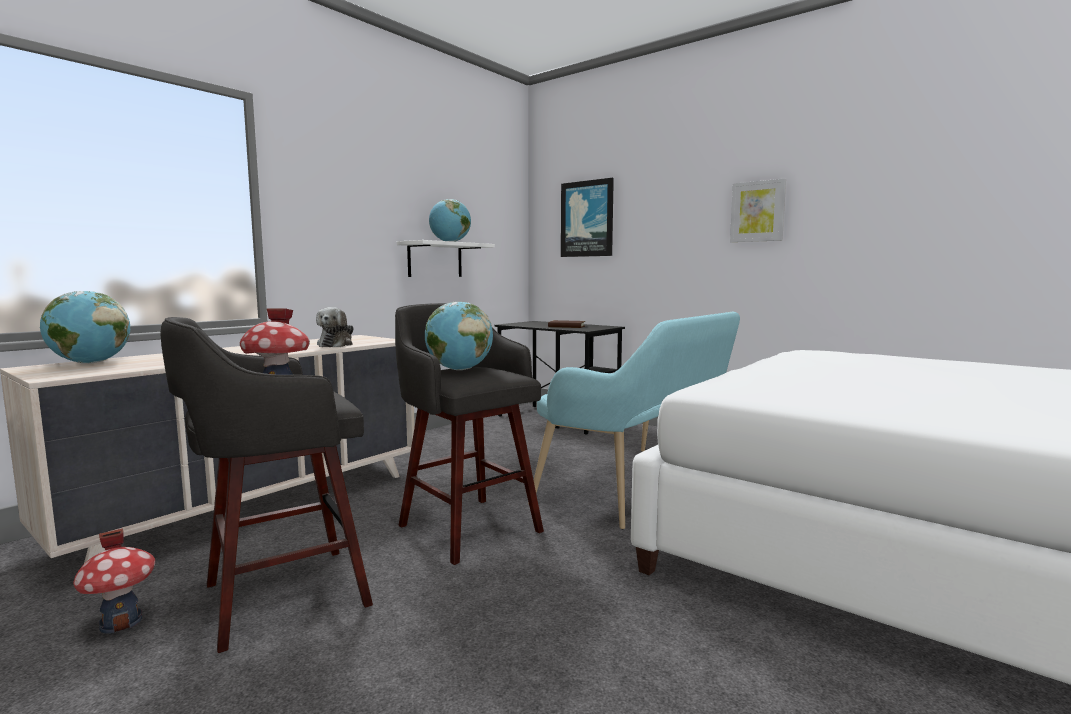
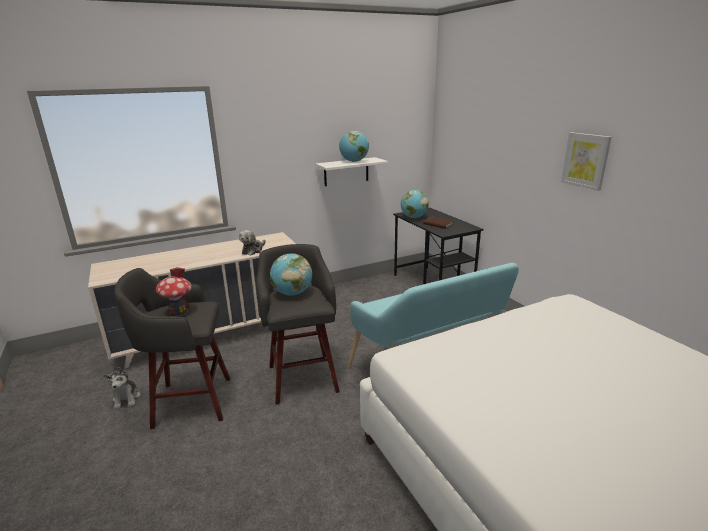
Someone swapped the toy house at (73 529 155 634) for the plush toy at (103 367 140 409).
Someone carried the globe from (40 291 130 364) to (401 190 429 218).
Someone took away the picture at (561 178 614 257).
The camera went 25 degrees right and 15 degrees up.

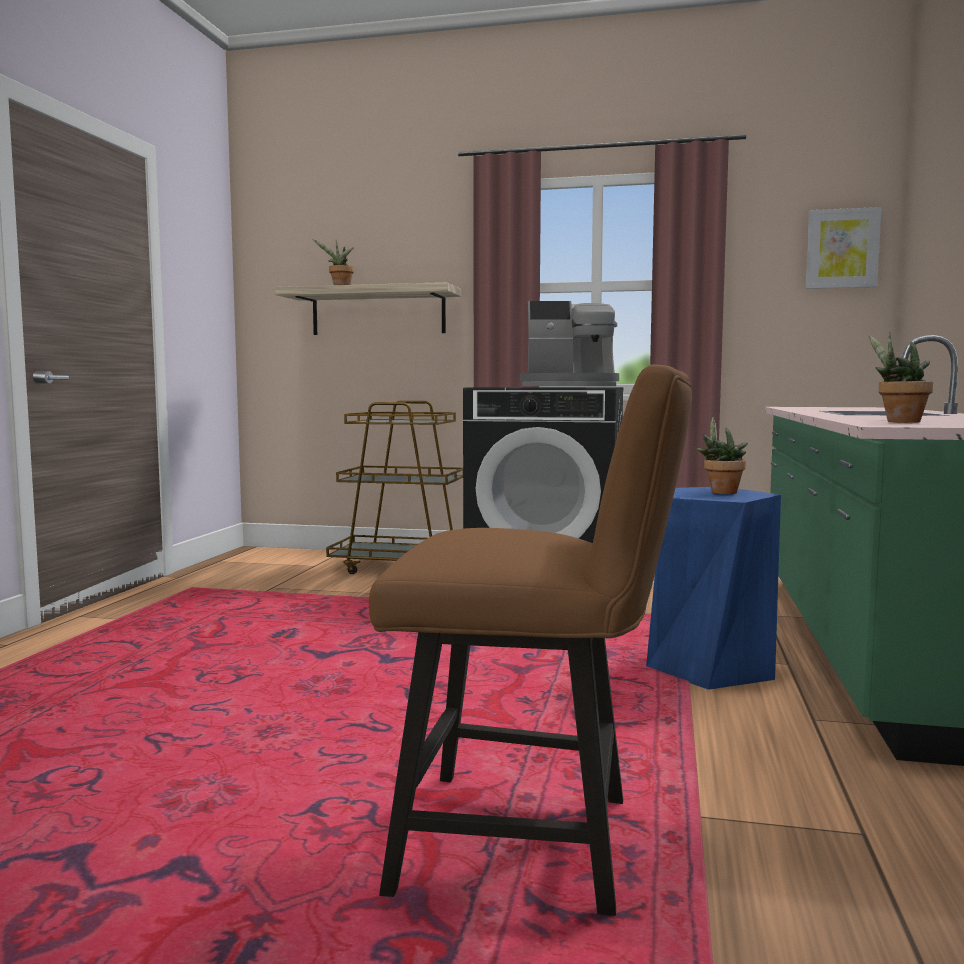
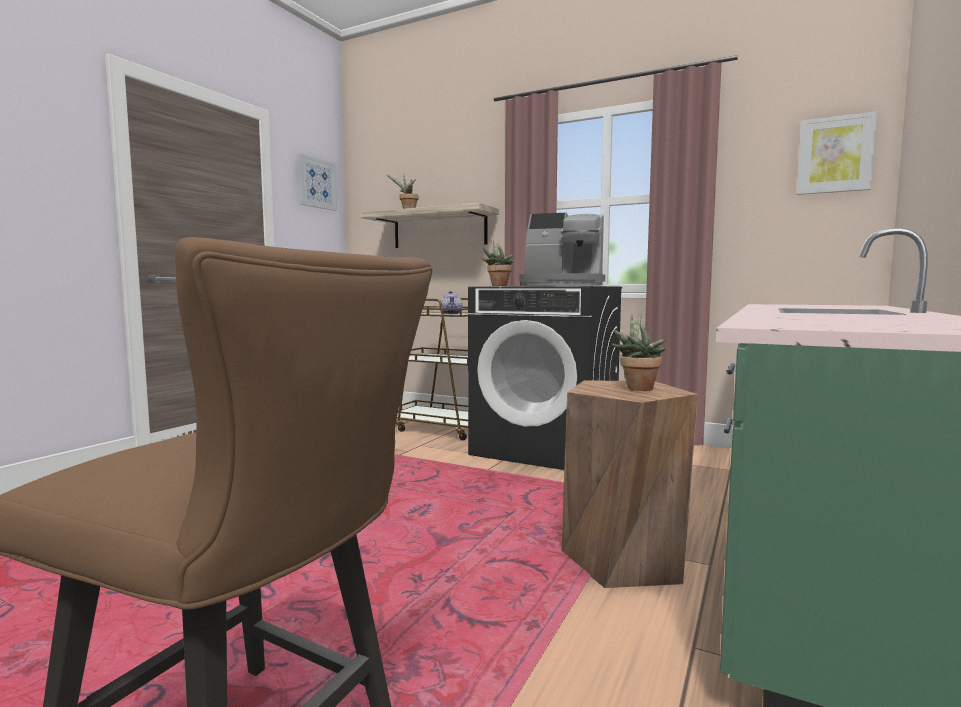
Someone put up the picture at (298 154 337 211).
Someone put down the teapot at (439 291 463 314).
Someone carried the potted plant from (869 332 933 423) to (482 241 514 286).
Someone repainted the stool (blue) at (646 487 781 690), which became the stool (brown) at (561 380 698 588).
The camera went 15 degrees right and 0 degrees up.

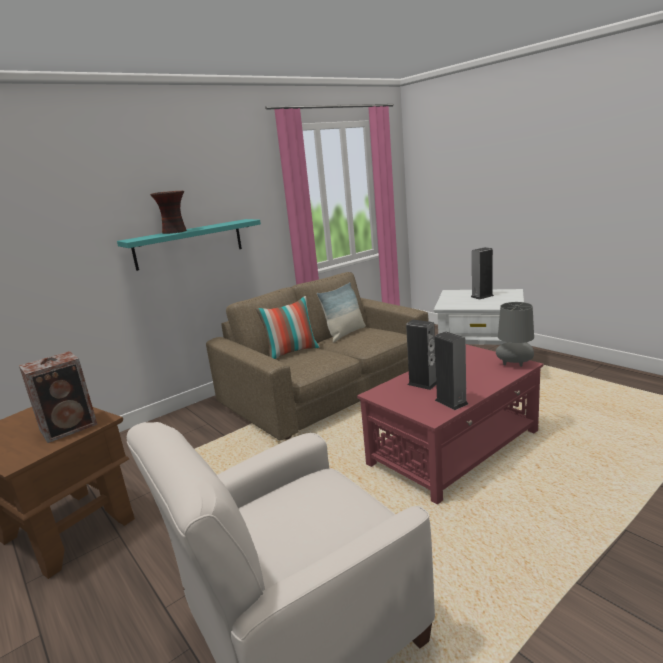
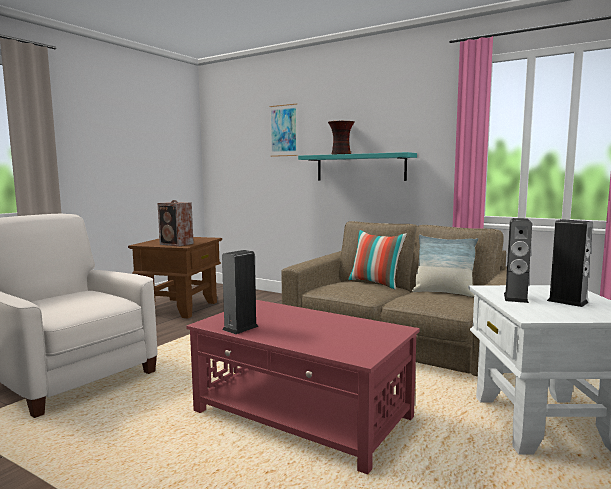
Someone put up the picture at (270 103 298 157).
Someone carried the speaker from (406 320 436 390) to (504 218 532 303).
Someone took away the table lamp (grey) at (496 302 534 367).
The camera went 70 degrees right and 10 degrees down.

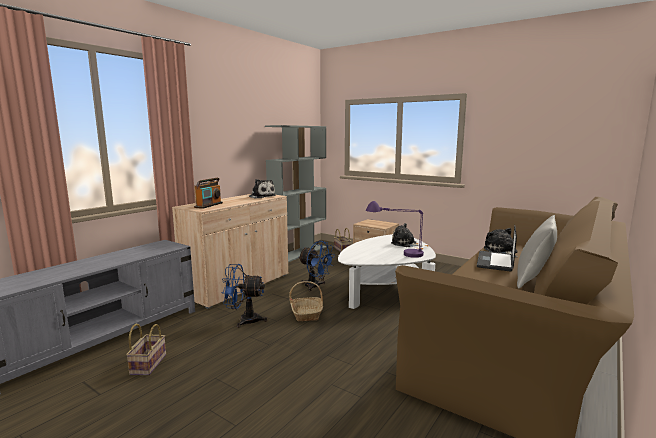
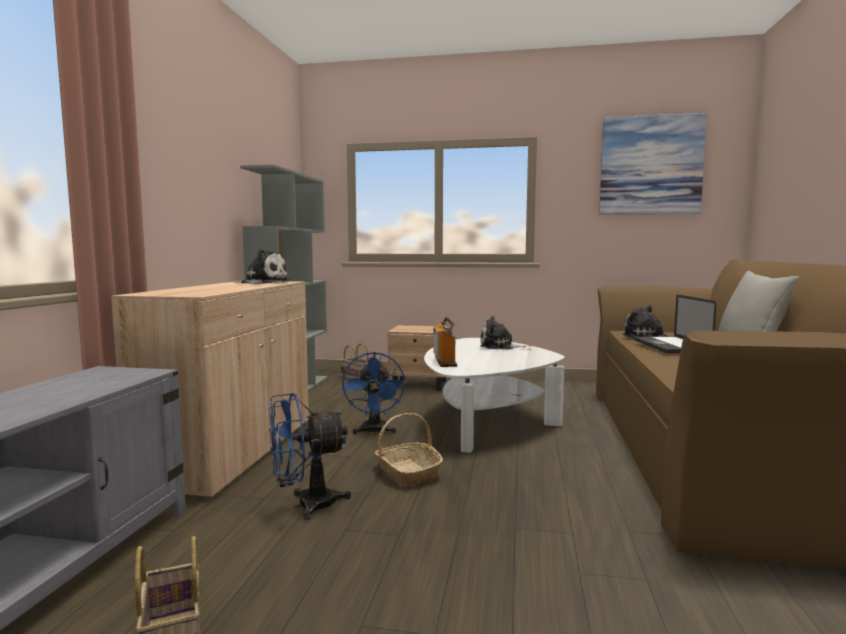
Someone rotated the fan (blue) at (298 241 335 291) by 75 degrees clockwise.
Someone carried the radio from (194 177 223 209) to (433 317 457 367).
Someone put up the picture at (599 113 707 215).
Someone took away the table lamp (purple) at (366 201 424 258).
The camera went 25 degrees left and 5 degrees down.

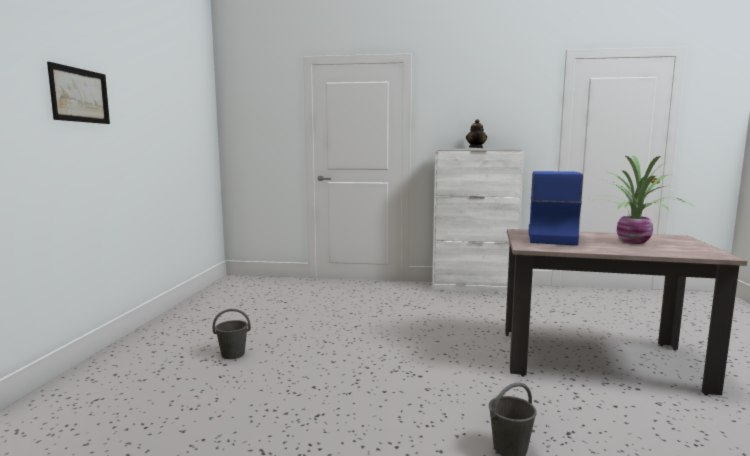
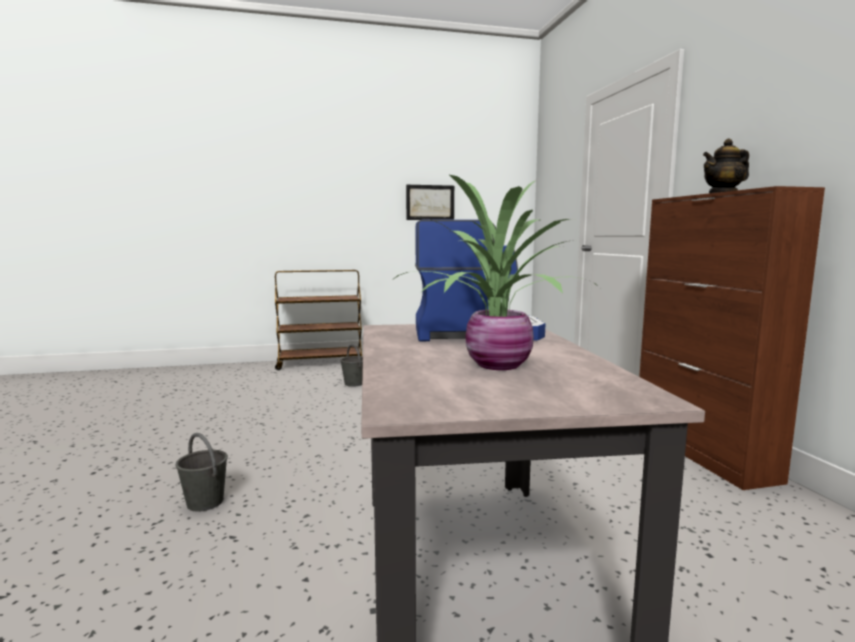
Someone put down the cart (brown) at (275 270 362 370).
Someone carried the picture from (47 62 110 124) to (406 185 454 220).
Someone repainted the cabinet (white) at (432 148 524 293), which became the cabinet (brown) at (639 186 825 490).
The camera went 70 degrees right and 0 degrees up.

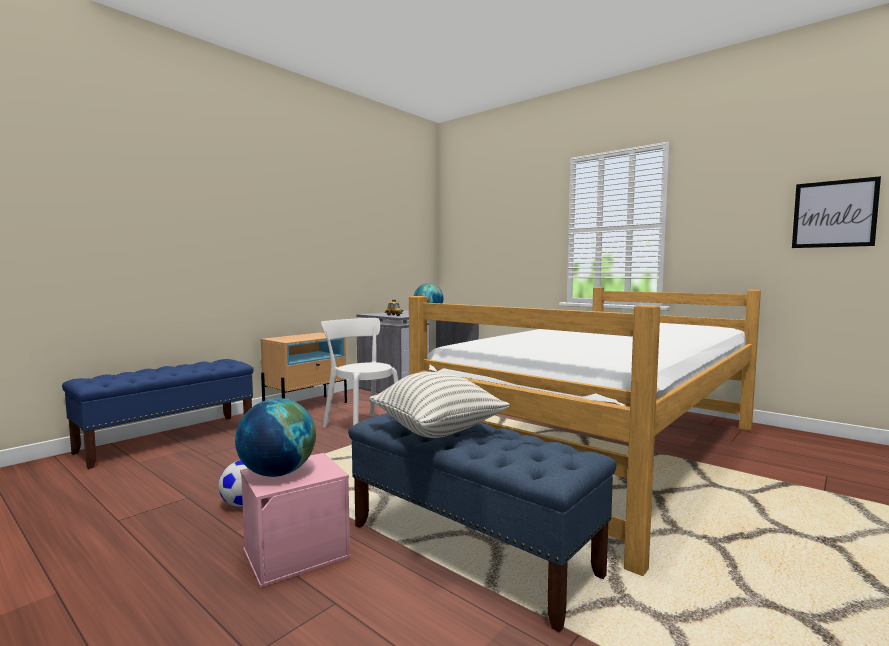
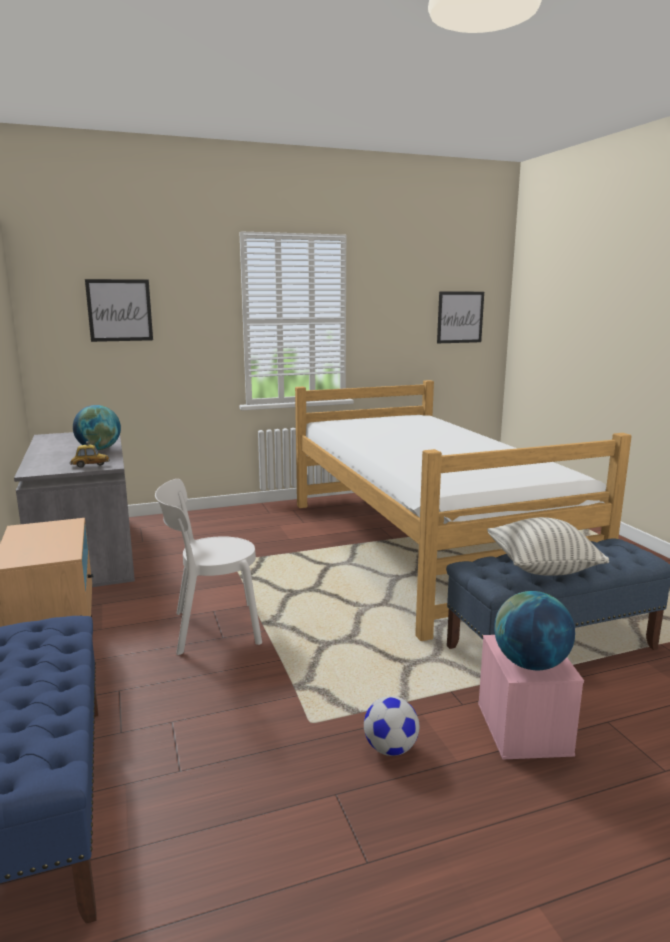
Someone put up the picture at (85 279 153 342).
The camera went 60 degrees left and 10 degrees up.

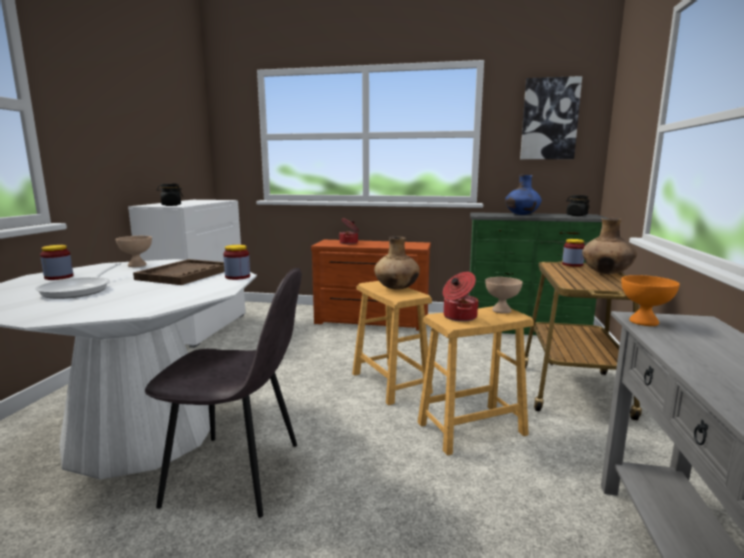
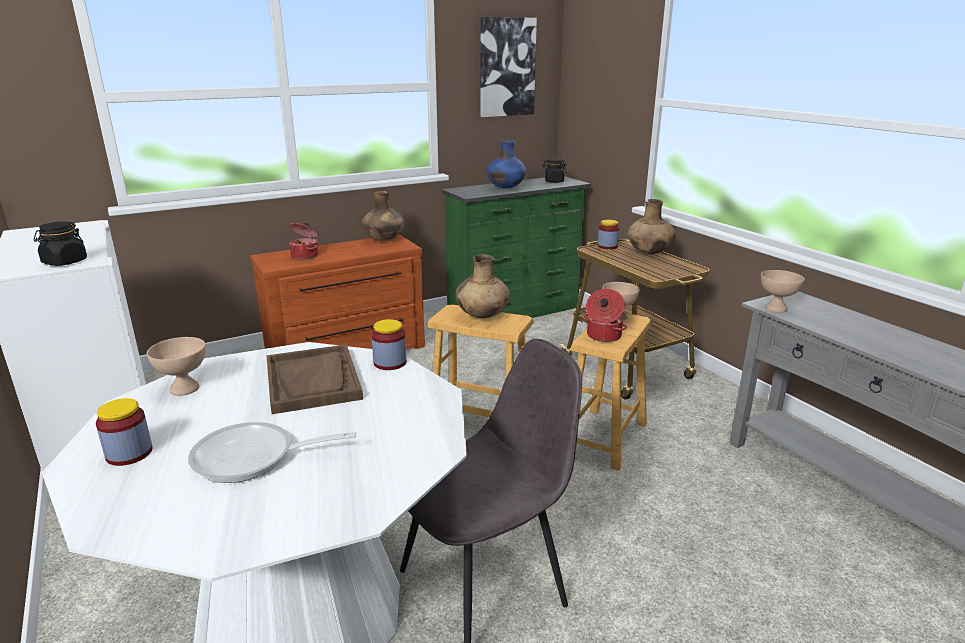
Someone rotated the frying pan at (35 263 121 299) by 120 degrees clockwise.
Someone put down the vase (brown) at (362 191 404 241).
Someone repainted the bowl (orange) at (621 275 680 326), which became the bowl (beige) at (761 270 805 313).
The camera went 40 degrees left and 10 degrees up.

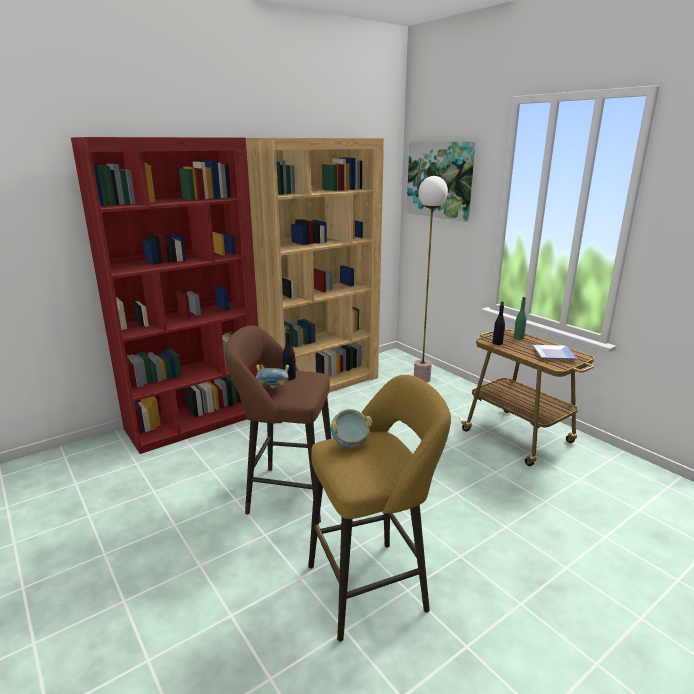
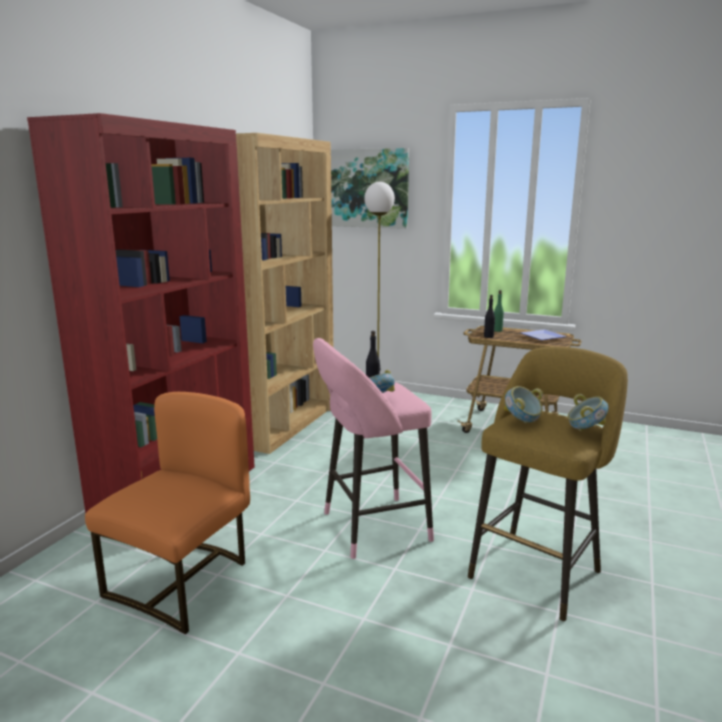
Someone put down the chair (orange) at (85 392 250 634).
Someone repainted the stool (brown) at (224 325 332 523), which became the stool (pink) at (313 338 434 559).
Someone put down the bowl at (568 394 609 431).
The camera went 30 degrees left and 5 degrees down.

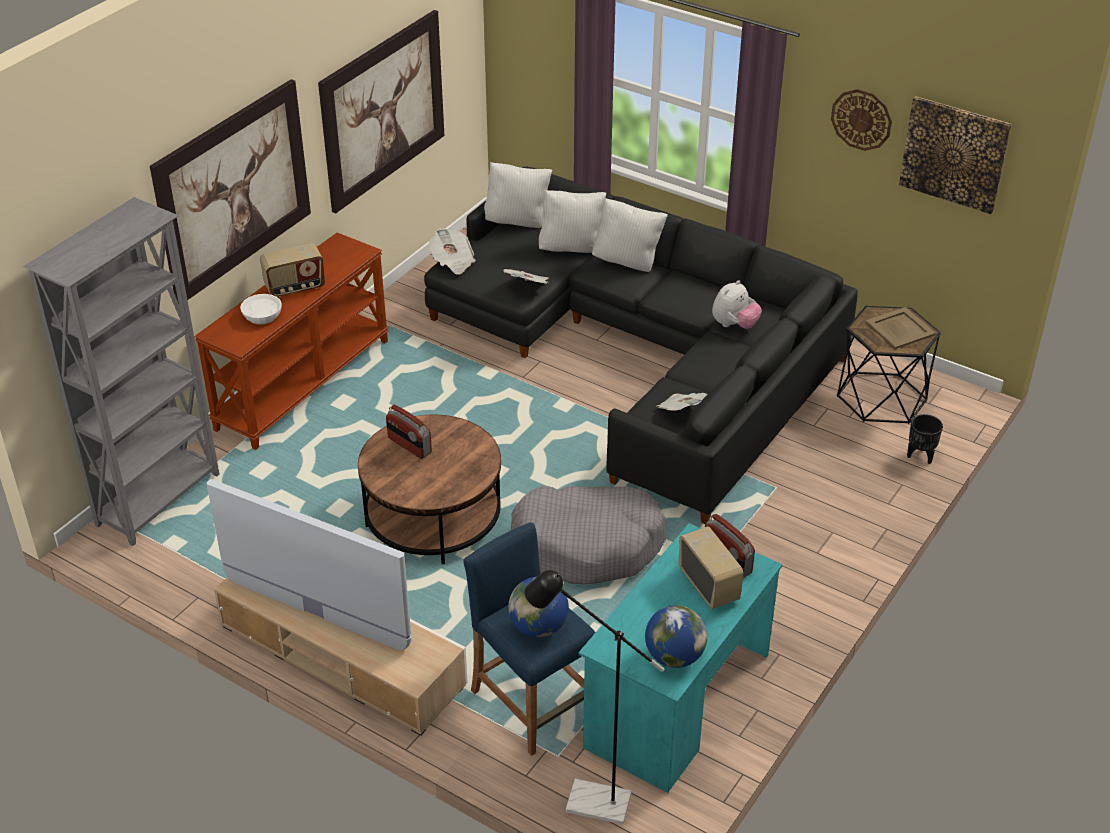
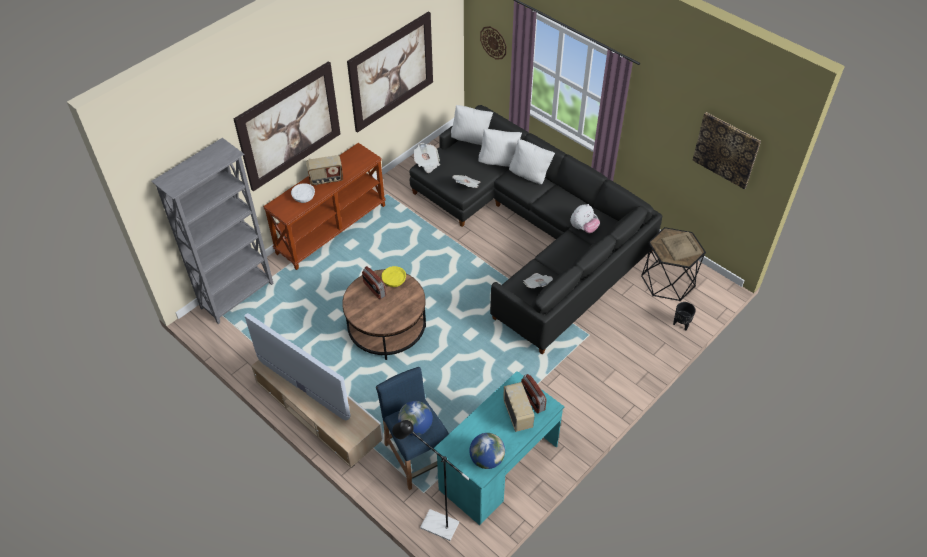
Someone put down the bowl (yellow) at (381 266 406 287).
Someone carried the wall clock from (831 89 892 151) to (480 26 507 60).
Someone took away the dog bed (grey) at (511 486 667 584).
The camera went 10 degrees right and 10 degrees up.

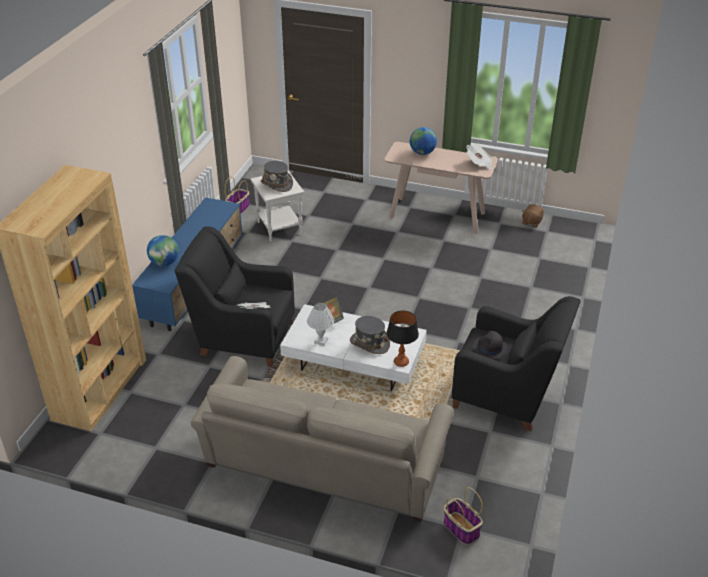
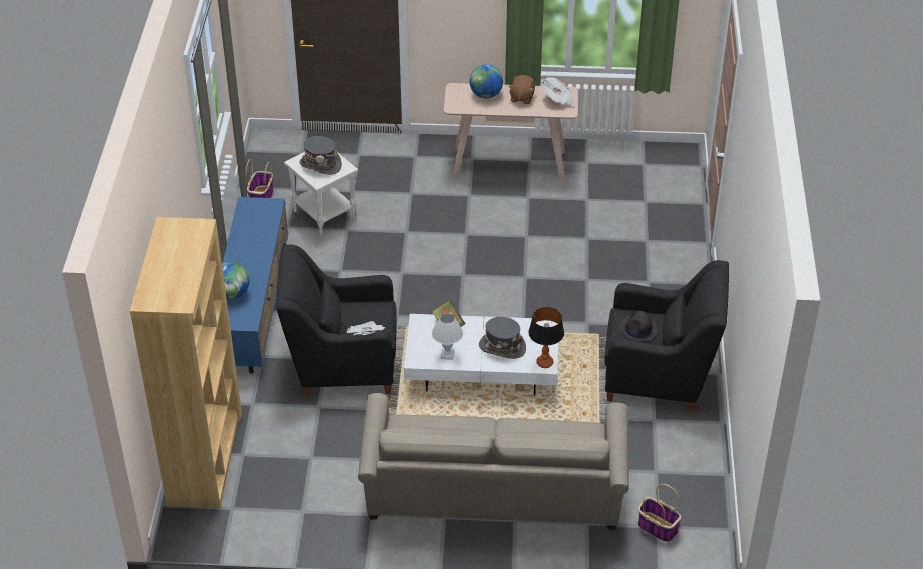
Someone carried the plush toy (brown) from (522 204 544 228) to (508 75 535 104).
The camera went 15 degrees left and 5 degrees up.

